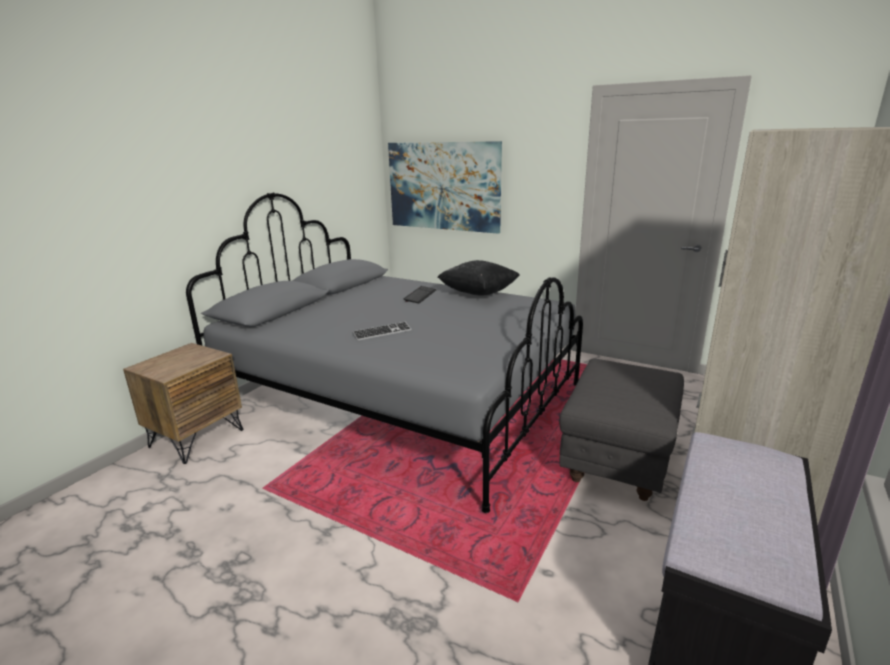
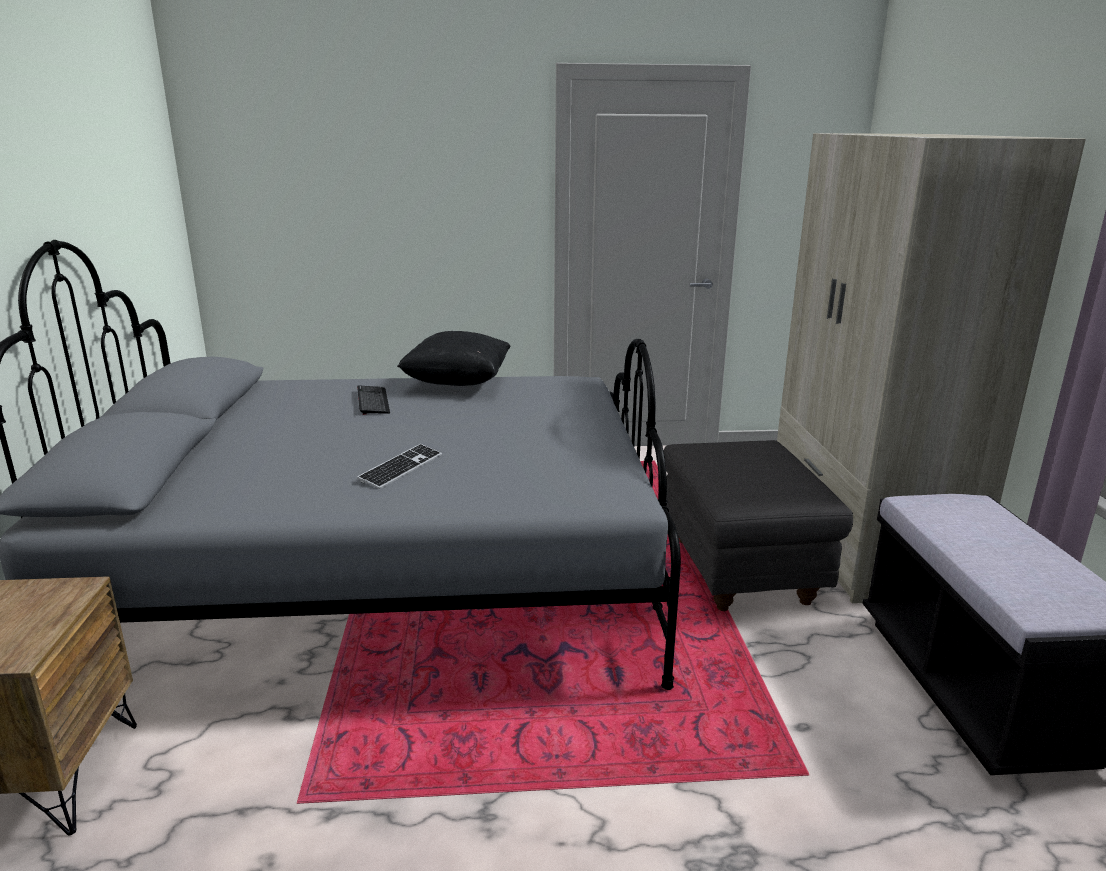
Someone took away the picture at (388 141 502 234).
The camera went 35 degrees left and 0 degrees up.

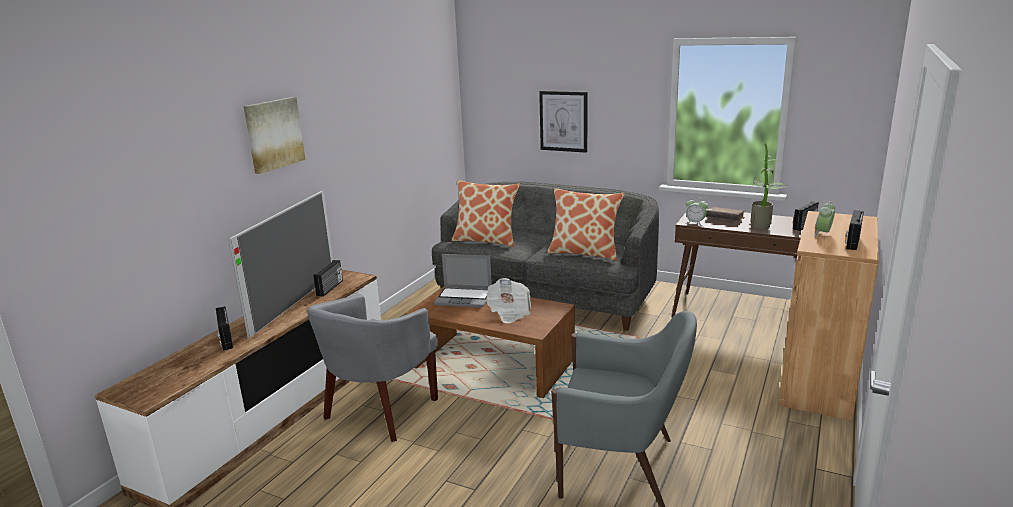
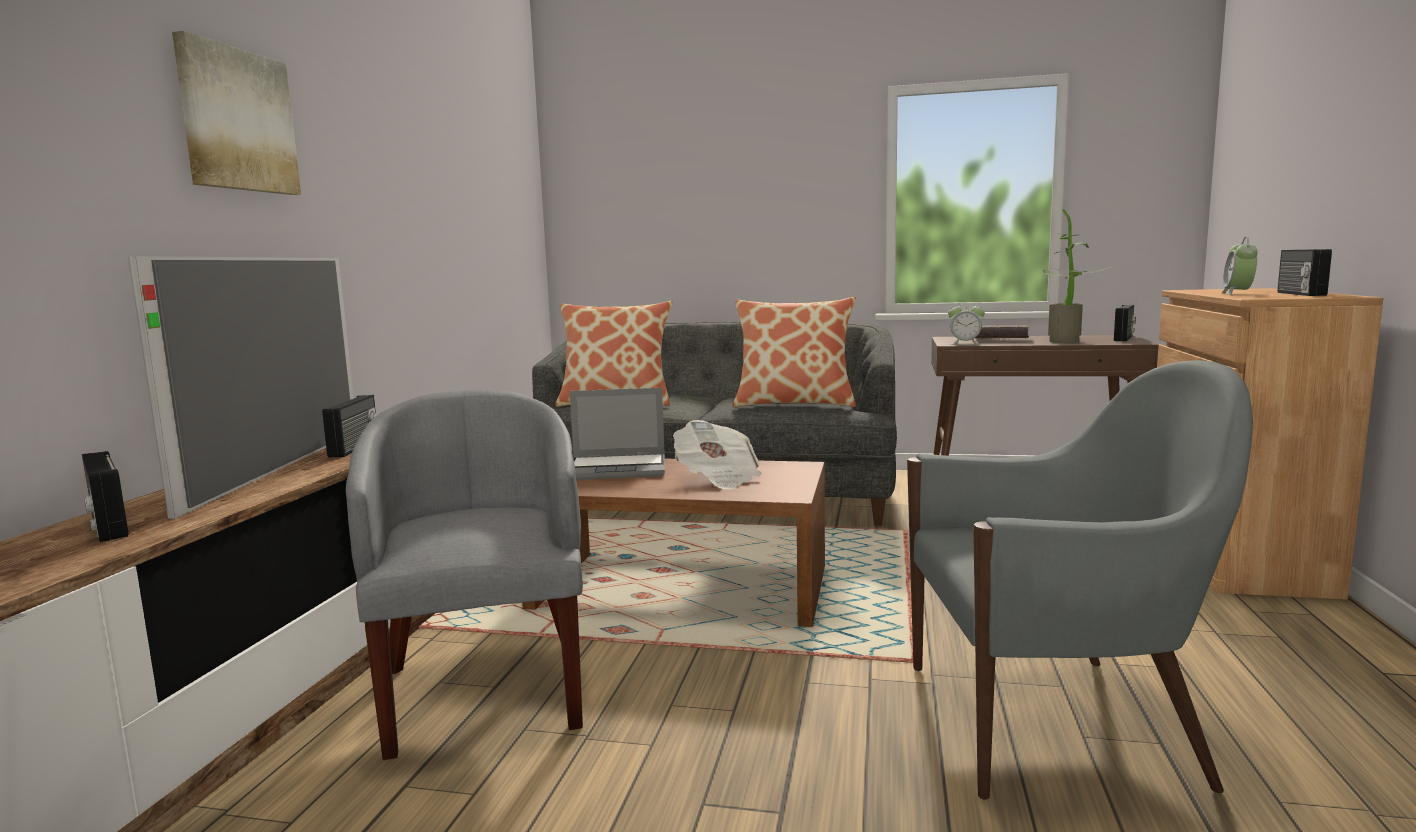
Someone rotated the armchair (grey) at (307 294 438 442) by 150 degrees clockwise.
Someone took away the picture at (539 91 587 153).
The camera went 15 degrees left and 10 degrees down.

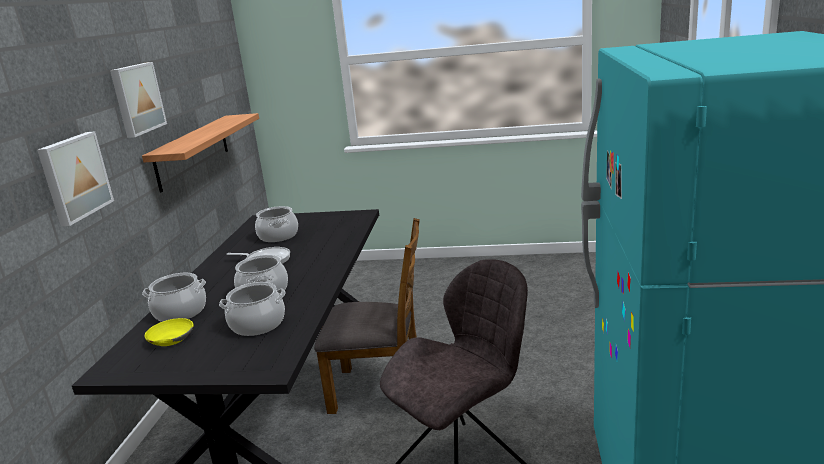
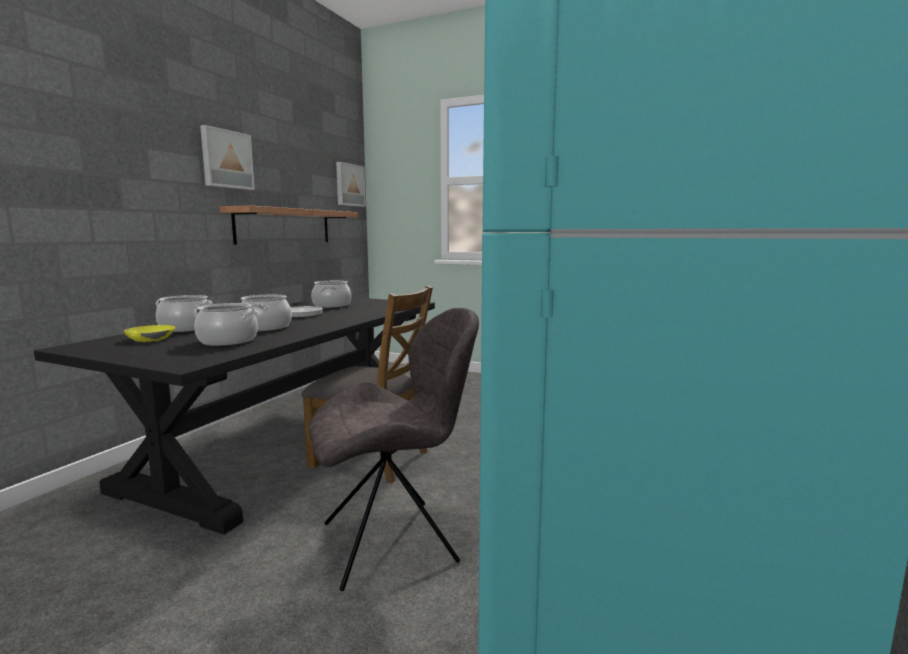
Someone carried the picture from (37 131 114 226) to (336 162 366 207).
The camera went 15 degrees right and 10 degrees down.

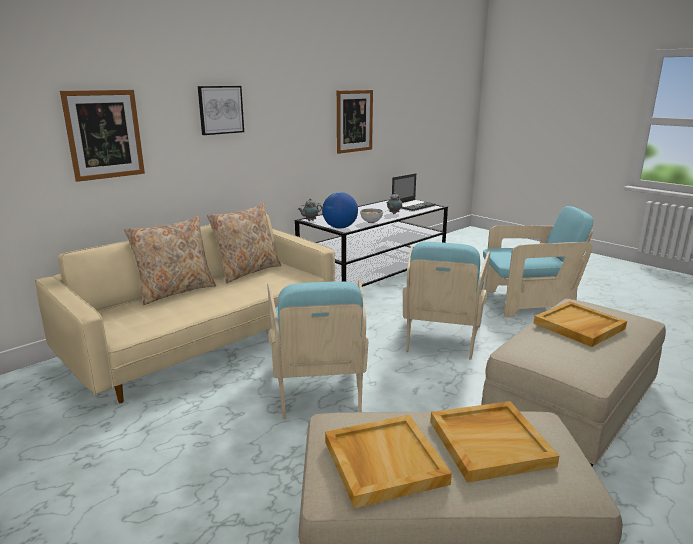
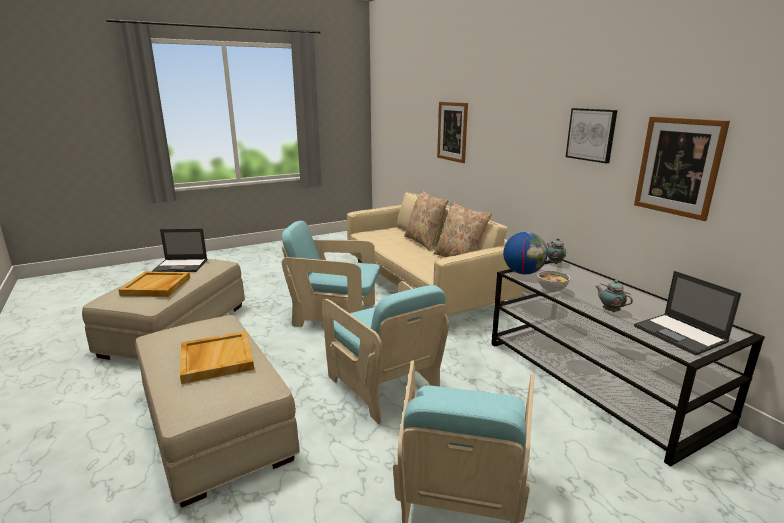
Someone swapped the tray (beige) at (325 415 452 508) for the laptop at (152 229 207 272).
Someone rotated the armchair (turquoise) at (403 242 490 360) by 150 degrees counterclockwise.
Someone carried the picture from (198 86 244 135) to (566 108 617 163).
The camera went 105 degrees right and 0 degrees up.

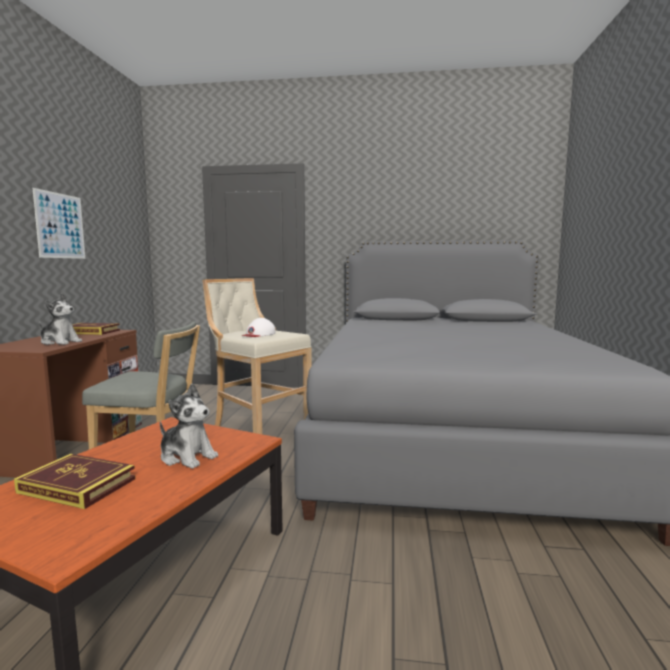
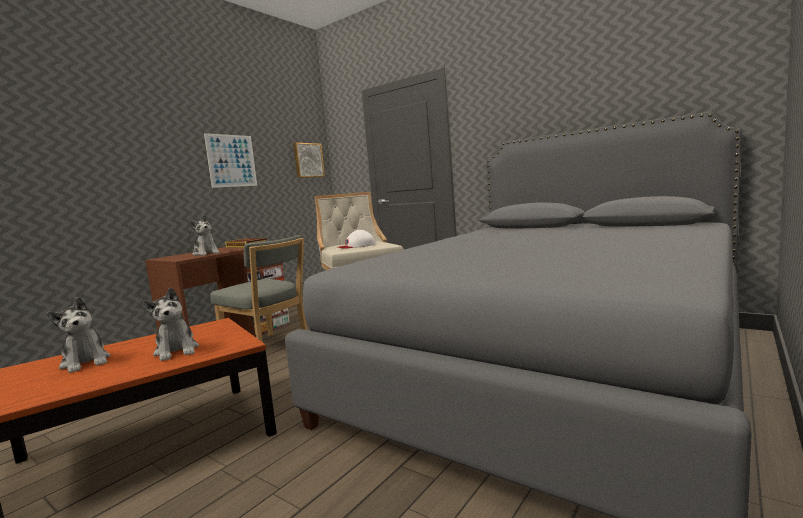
Someone swapped the book at (14 454 136 509) for the plush toy at (47 297 110 373).
Someone put up the picture at (293 143 325 178).
The camera went 30 degrees right and 0 degrees up.

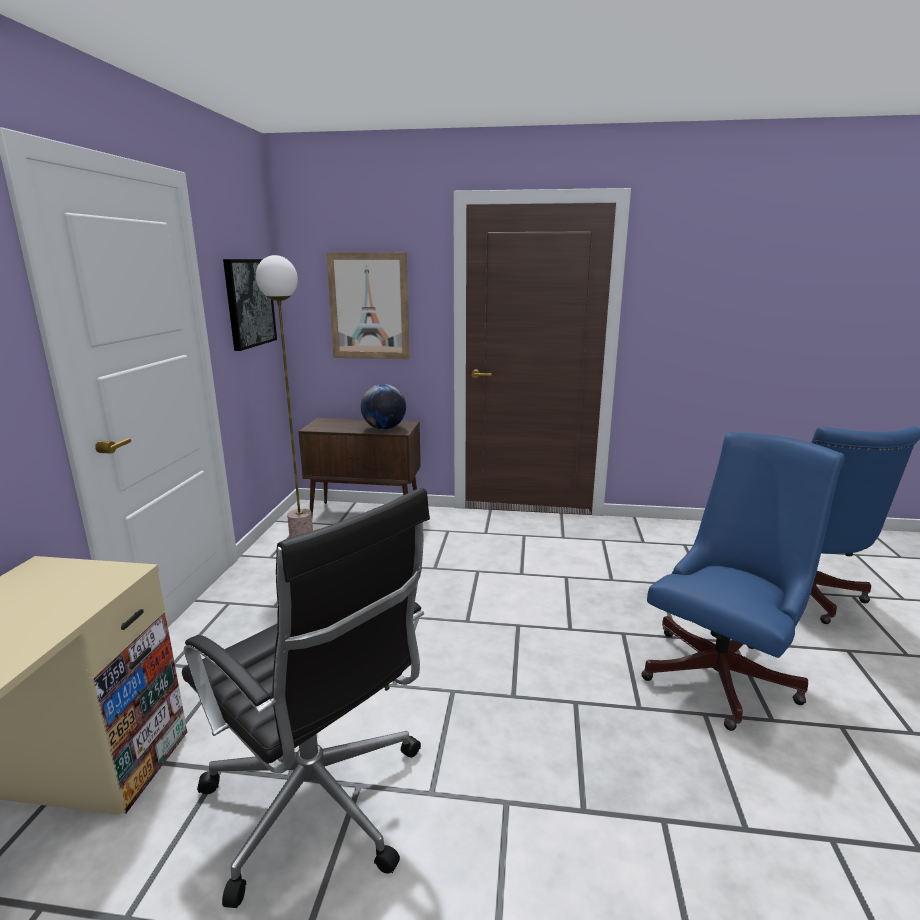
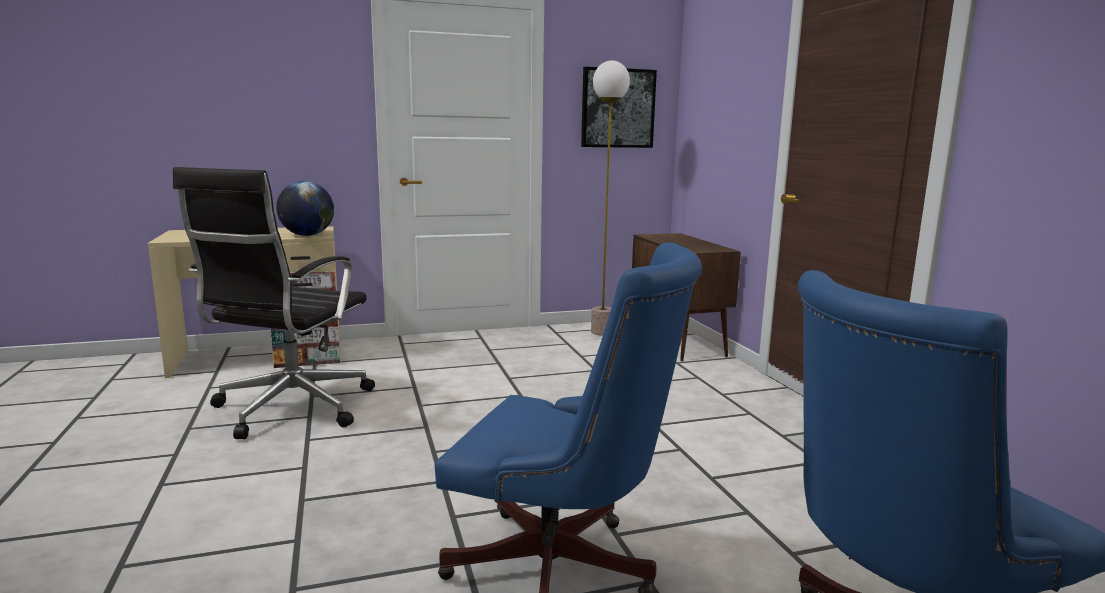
Someone carried the globe from (361 384 406 430) to (276 181 334 236).
Someone took away the picture at (326 252 410 359).
The camera went 65 degrees right and 5 degrees down.

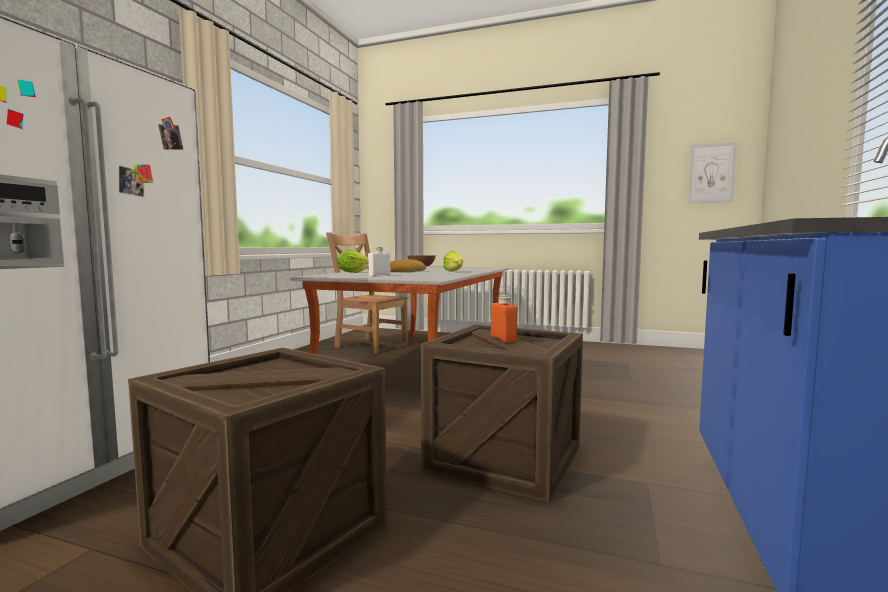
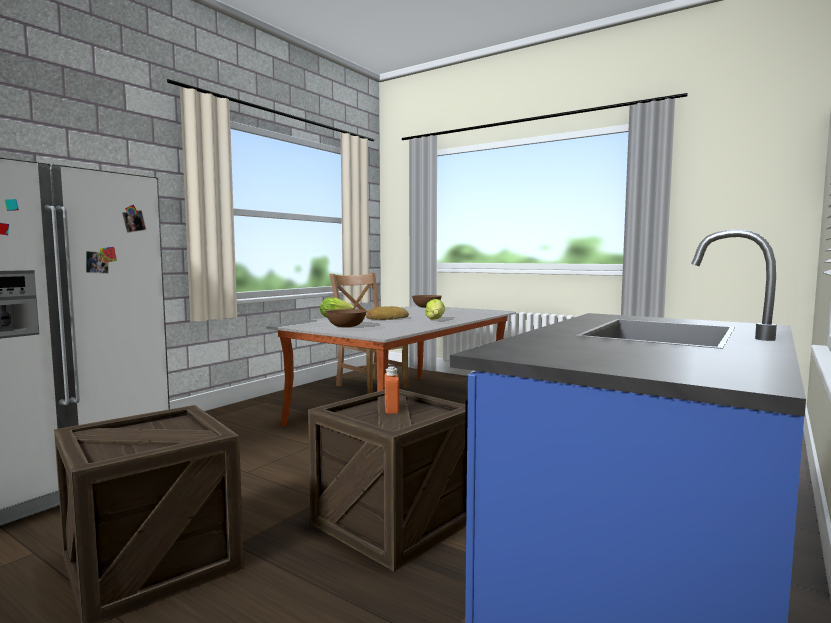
Someone swapped the bottle (white) at (368 247 391 277) for the bowl (brown) at (325 309 367 327).
Someone took away the picture at (688 142 737 203).
The camera went 15 degrees right and 0 degrees up.

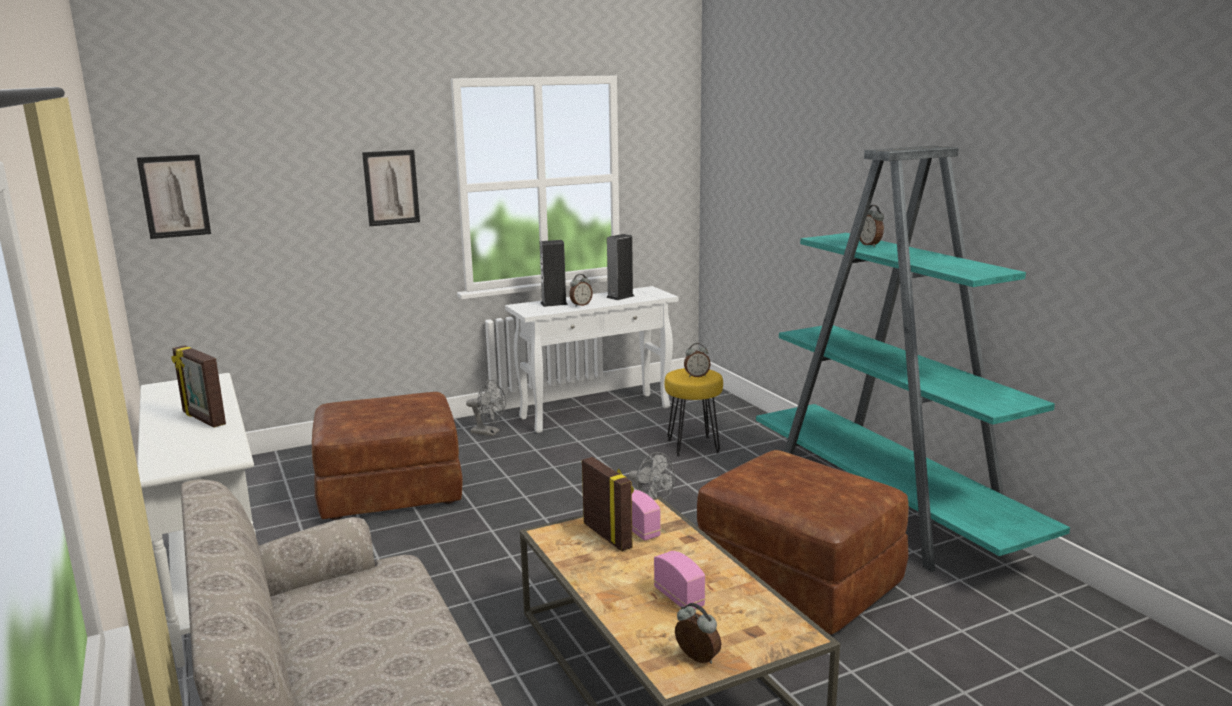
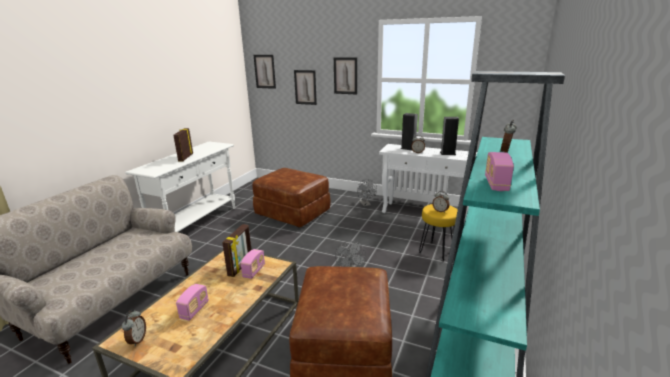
Someone put up the picture at (294 70 317 105).
Someone put down the radio at (485 152 514 191).
The camera went 50 degrees right and 5 degrees up.

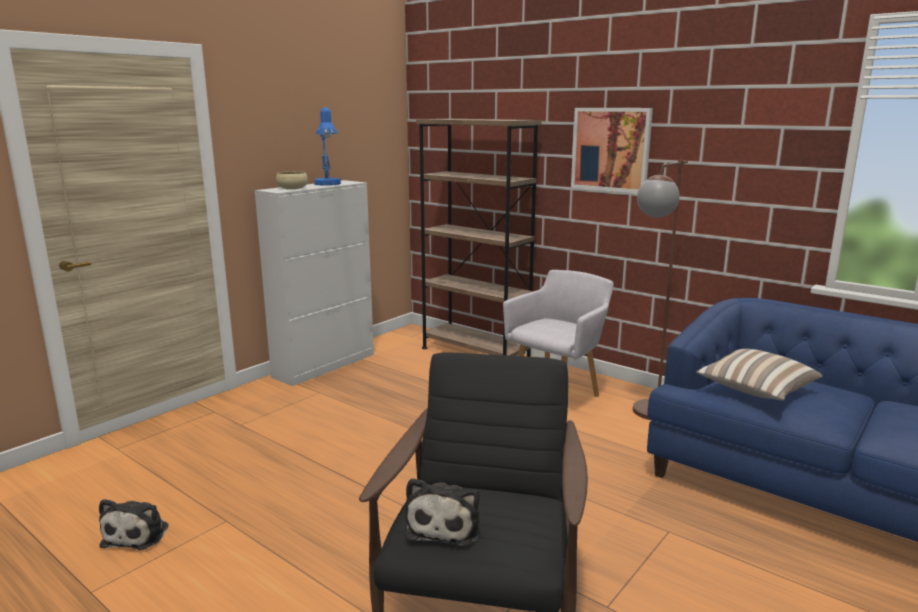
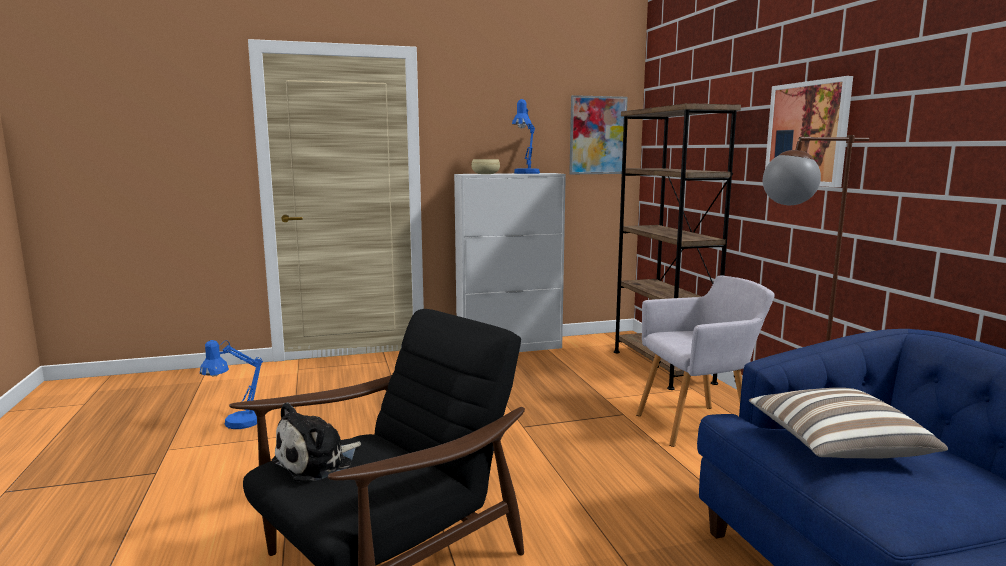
Someone swapped the plush toy at (99 499 168 550) for the table lamp (blue) at (200 340 263 429).
Someone put up the picture at (569 95 628 174).
The camera went 35 degrees right and 5 degrees down.

